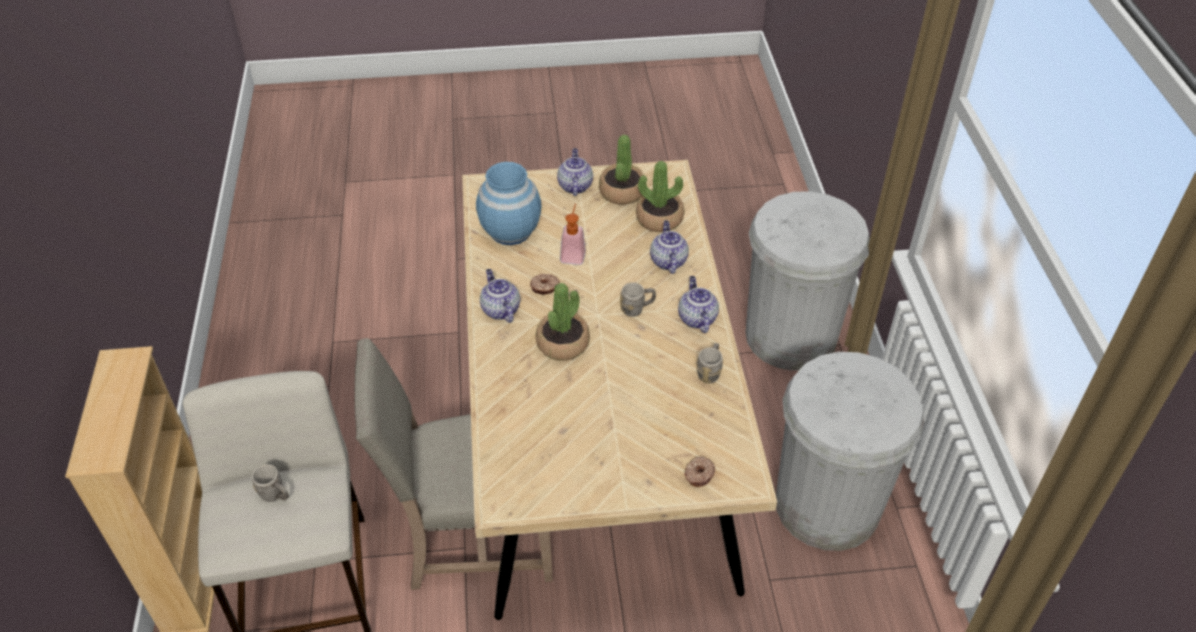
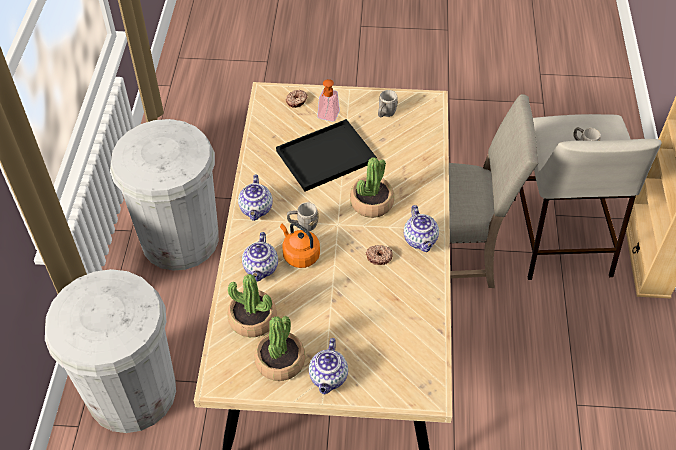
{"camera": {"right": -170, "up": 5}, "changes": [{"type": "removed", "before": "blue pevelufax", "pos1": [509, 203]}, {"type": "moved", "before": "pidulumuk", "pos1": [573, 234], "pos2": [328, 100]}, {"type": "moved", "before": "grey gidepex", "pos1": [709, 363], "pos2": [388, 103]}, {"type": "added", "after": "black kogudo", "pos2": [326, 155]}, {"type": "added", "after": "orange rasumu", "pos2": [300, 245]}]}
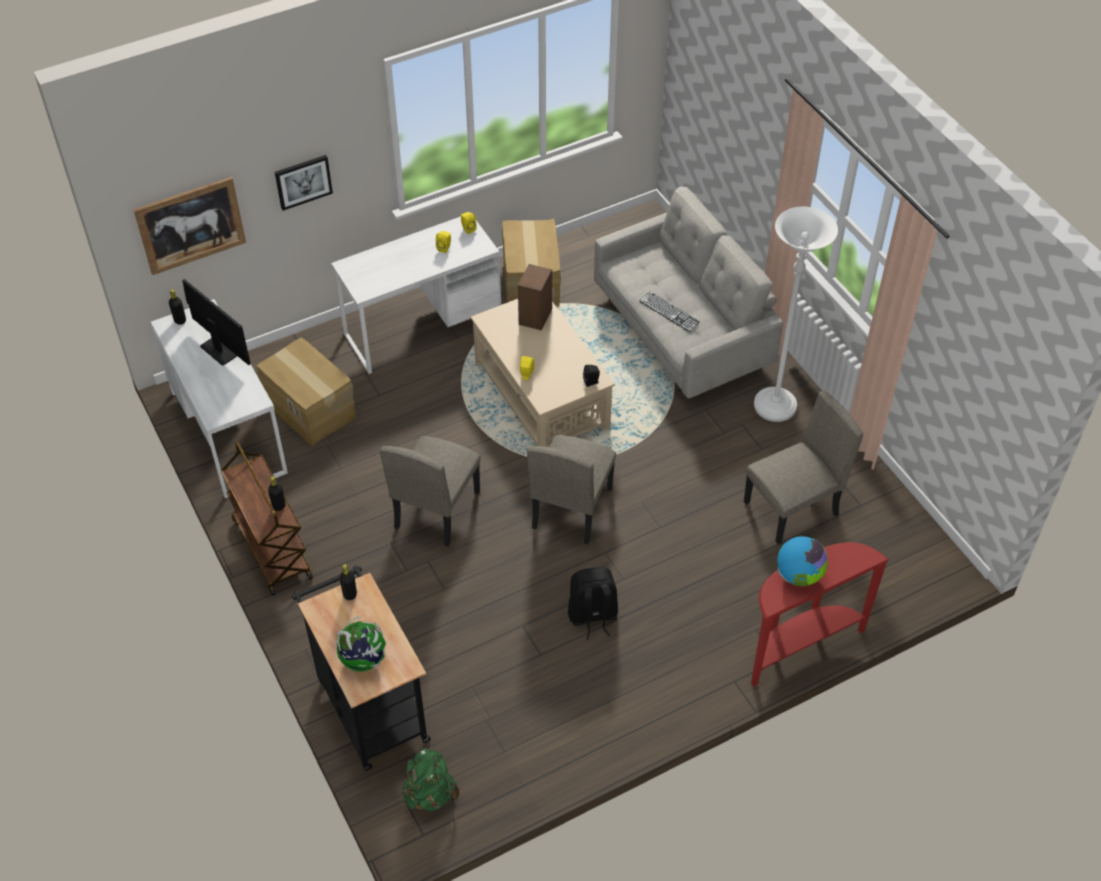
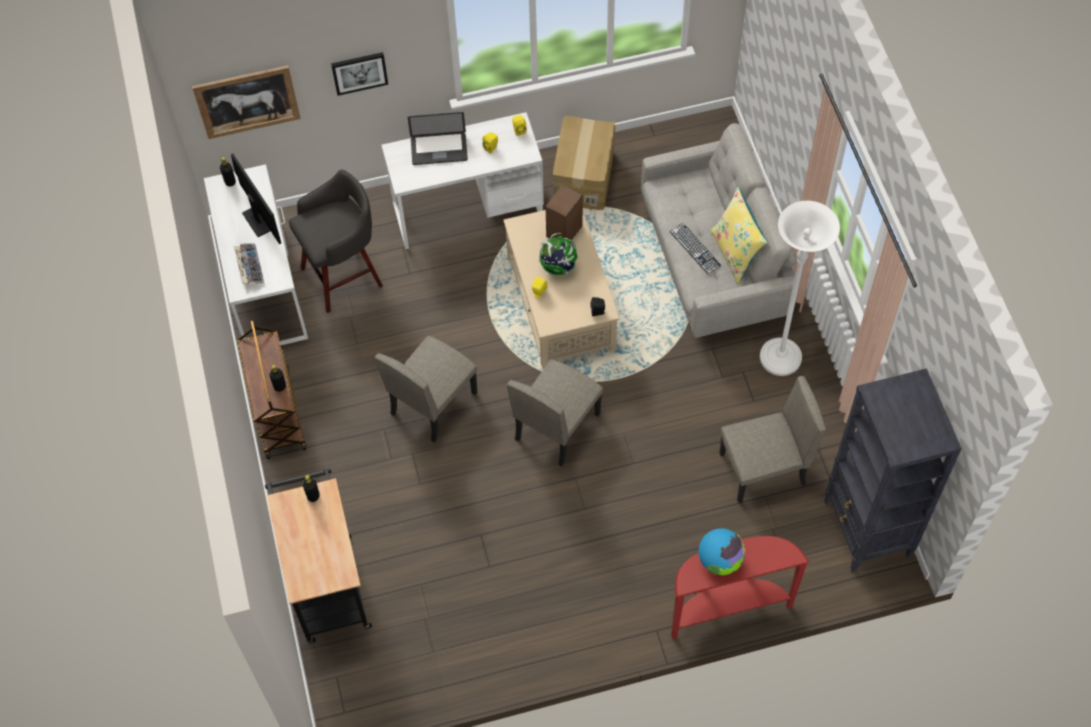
{"camera": {"right": 15, "up": 10}, "changes": [{"type": "replaced", "before": "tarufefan", "after": "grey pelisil", "pos1": [306, 391], "pos2": [336, 241]}, {"type": "moved", "before": "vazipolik", "pos1": [361, 644], "pos2": [558, 254]}, {"type": "removed", "before": "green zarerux", "pos1": [430, 780]}, {"type": "removed", "before": "black zarerux", "pos1": [593, 603]}, {"type": "added", "after": "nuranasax", "pos2": [249, 264]}, {"type": "added", "after": "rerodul", "pos2": [438, 138]}, {"type": "added", "after": "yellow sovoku", "pos2": [739, 236]}, {"type": "added", "after": "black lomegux", "pos2": [893, 470]}]}
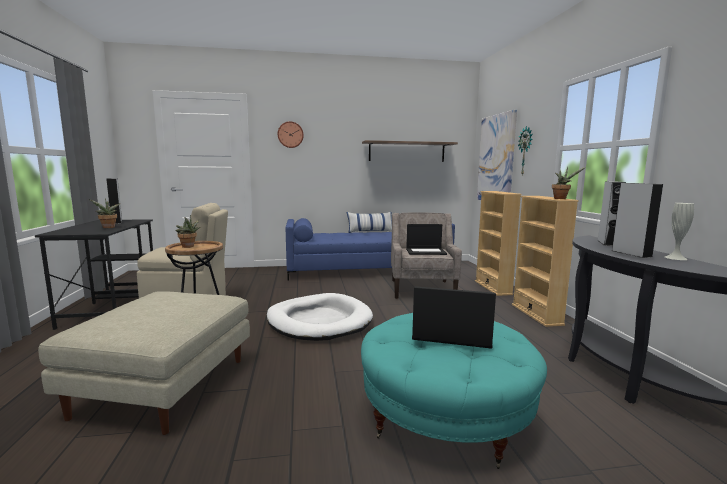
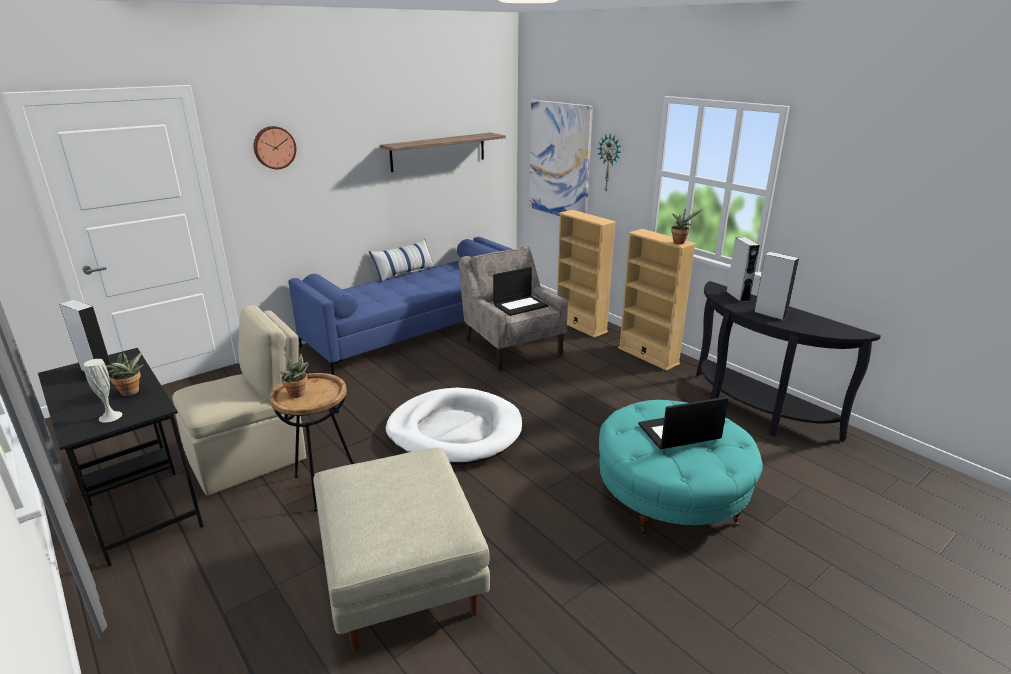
{"camera": {"right": -30, "up": 15}, "changes": [{"type": "moved", "before": "white pevelufax", "pos1": [679, 231], "pos2": [103, 390]}]}
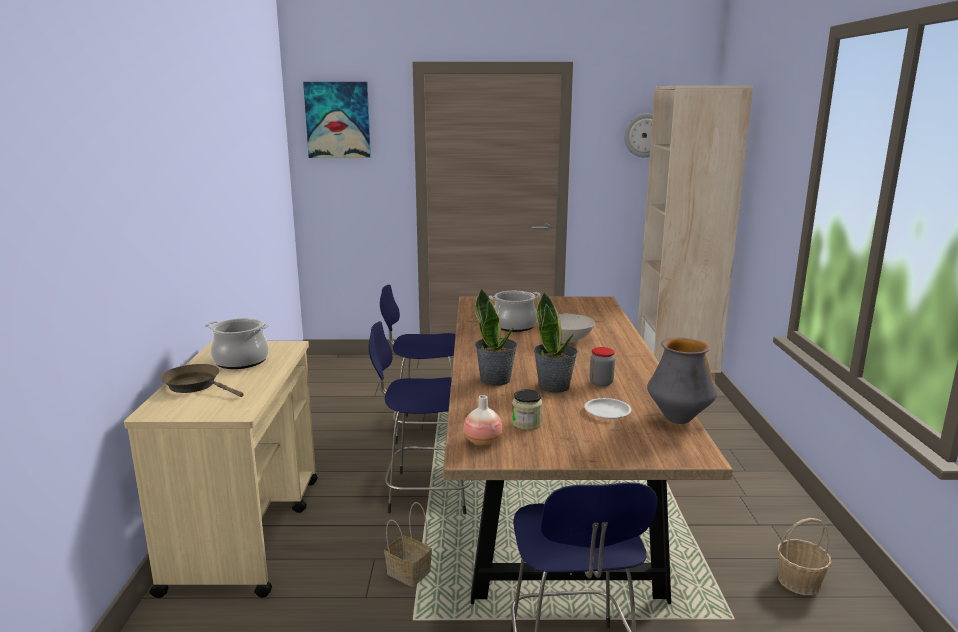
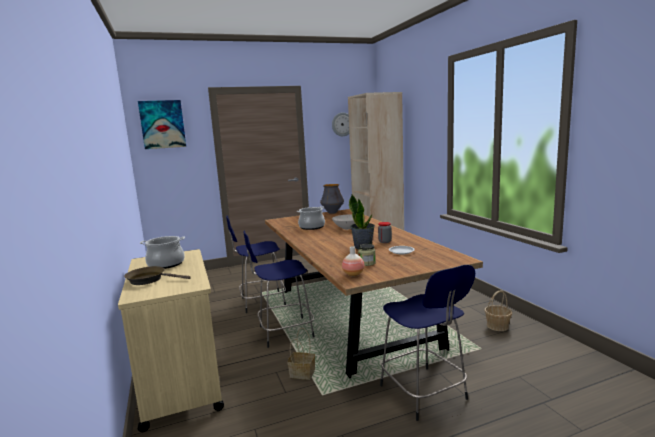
{"camera": {"right": -20, "up": -5}, "changes": [{"type": "removed", "before": "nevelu", "pos1": [496, 337]}, {"type": "moved", "before": "pevelufax", "pos1": [682, 381], "pos2": [332, 199]}]}
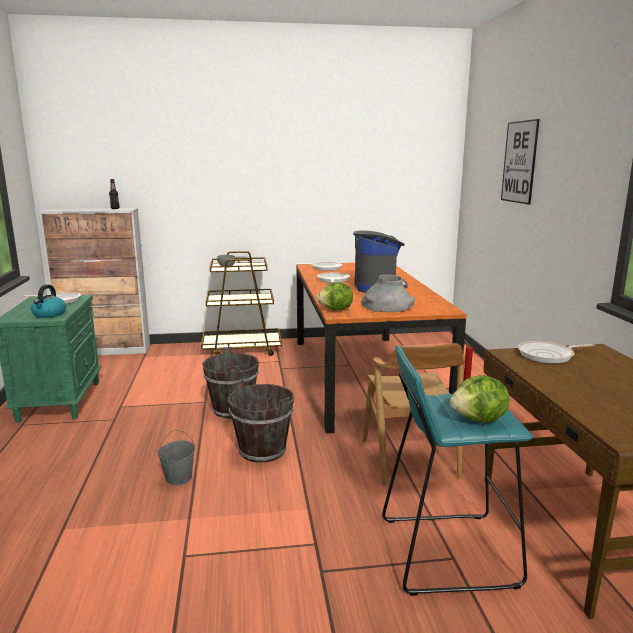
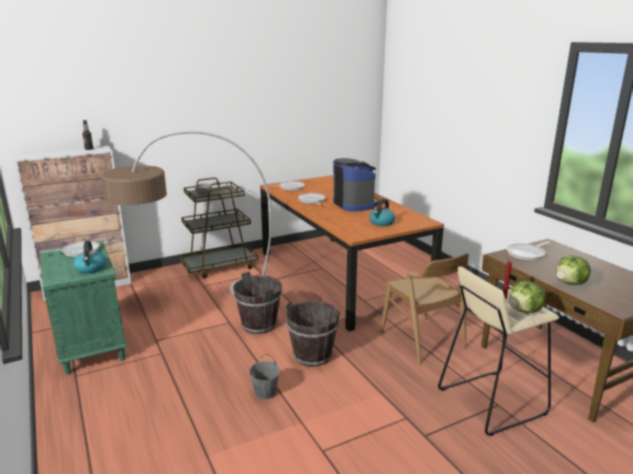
{"camera": {"right": -20, "up": 5}, "changes": [{"type": "moved", "before": "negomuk", "pos1": [335, 296], "pos2": [573, 270]}, {"type": "replaced", "before": "grey pevelufax", "after": "rasumu", "pos1": [388, 293], "pos2": [382, 212]}, {"type": "recoloured", "before": "turquoise pelisil", "after": "beige pelisil", "pos1": [457, 470], "pos2": [498, 351]}, {"type": "removed", "before": "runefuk", "pos1": [520, 162]}, {"type": "added", "after": "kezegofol", "pos2": [186, 213]}]}
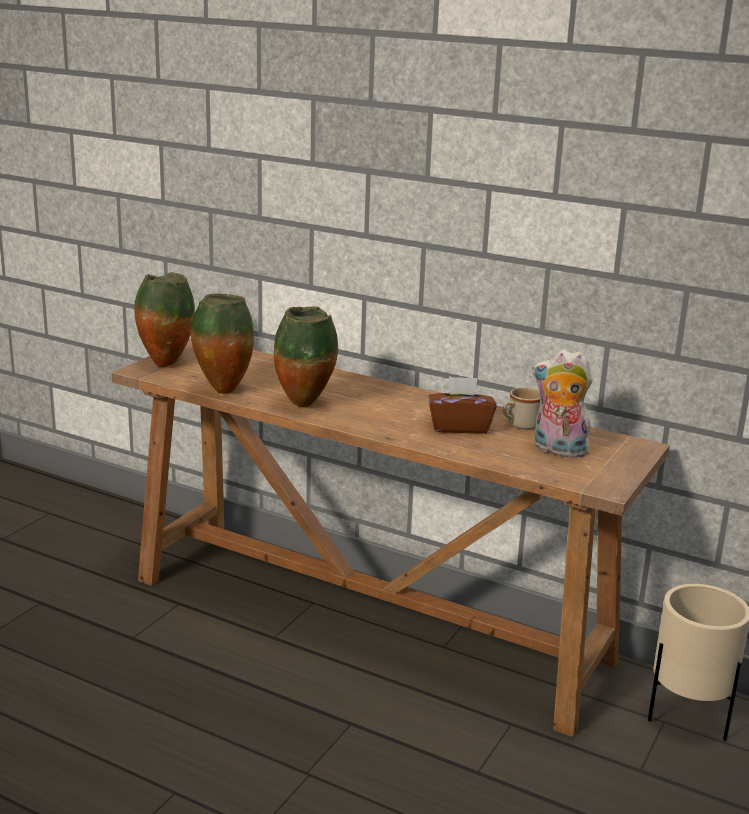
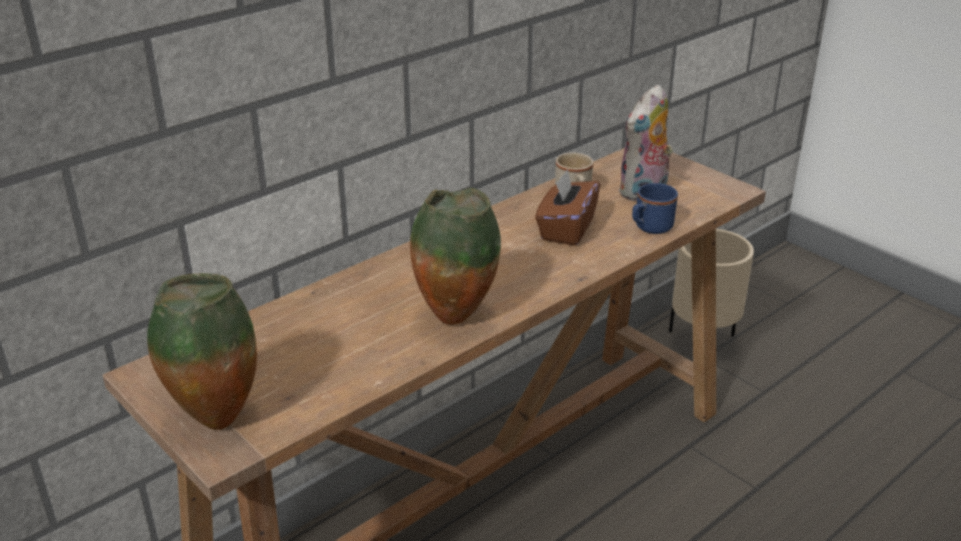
{"camera": {"right": -70, "up": 10}, "changes": [{"type": "removed", "before": "pevelufax", "pos1": [222, 344]}, {"type": "added", "after": "blue gidepex", "pos2": [655, 208]}]}
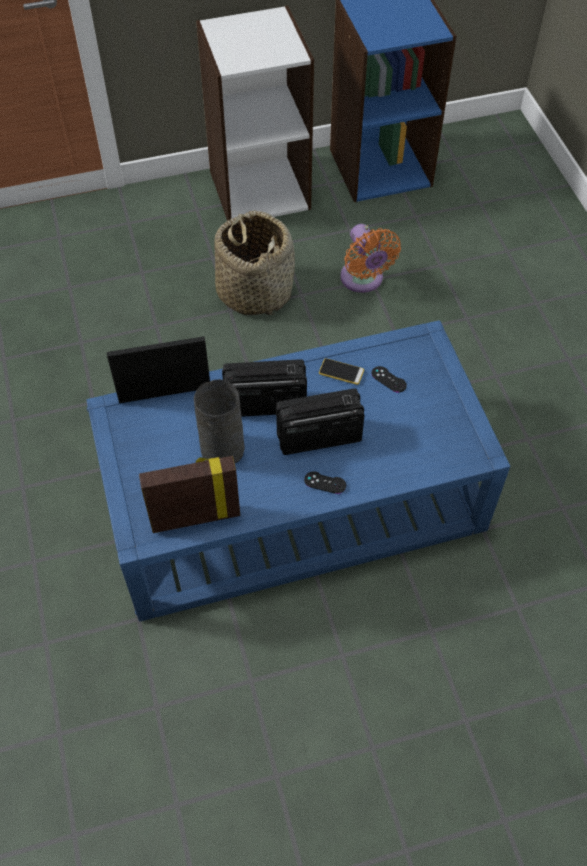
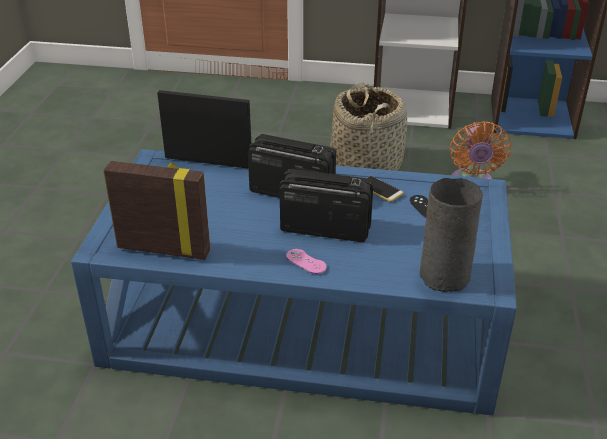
{"camera": {"right": 25, "up": -20}, "changes": [{"type": "moved", "before": "grey pevelufax", "pos1": [219, 421], "pos2": [451, 235]}, {"type": "recoloured", "before": "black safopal", "after": "pink safopal", "pos1": [325, 482], "pos2": [306, 261]}]}
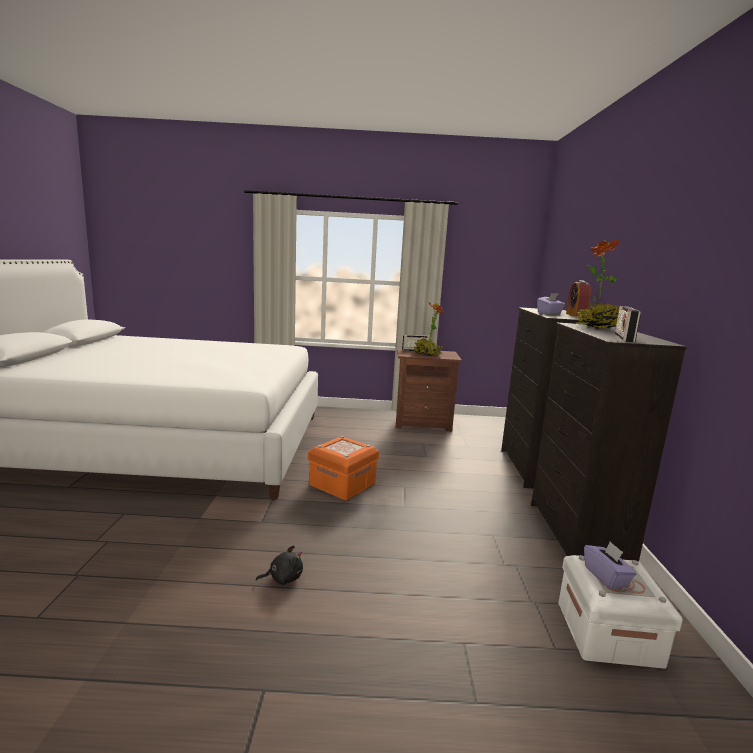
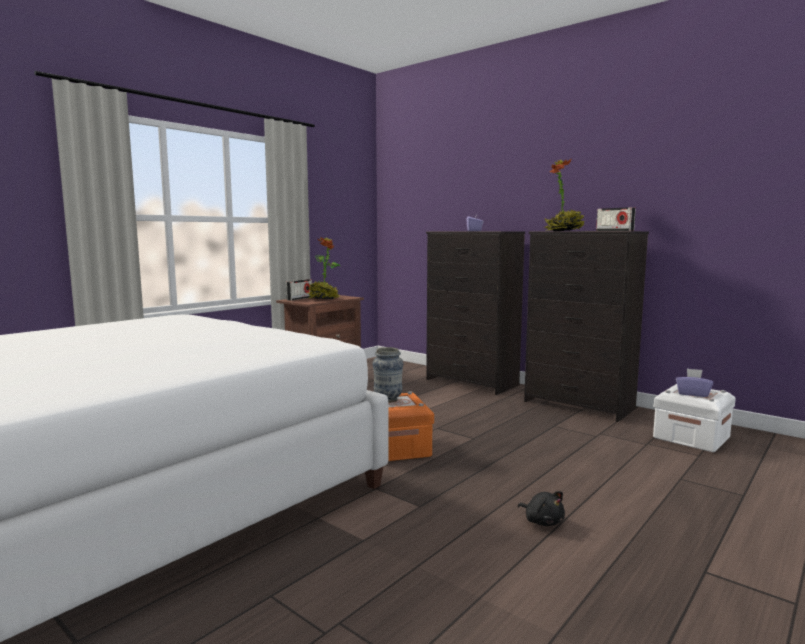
{"camera": {"right": -50, "up": -5}, "changes": [{"type": "turned", "before": "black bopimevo", "pos1": [279, 565], "pos2": [541, 508], "turn": 120}, {"type": "removed", "before": "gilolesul", "pos1": [578, 298]}, {"type": "added", "after": "pevelufax", "pos2": [387, 375]}]}
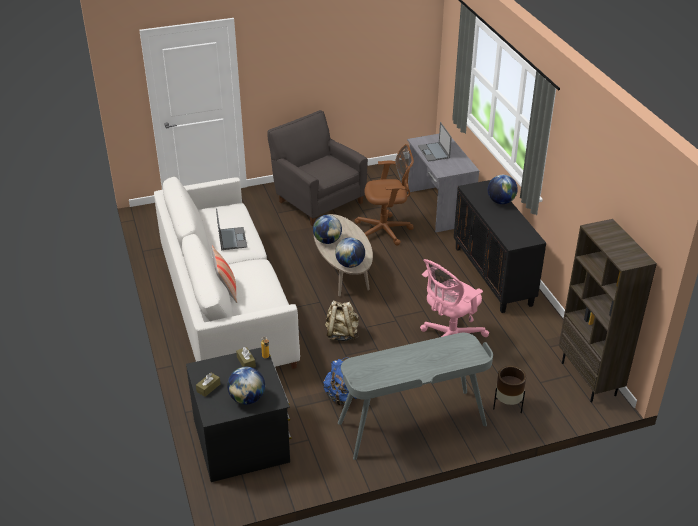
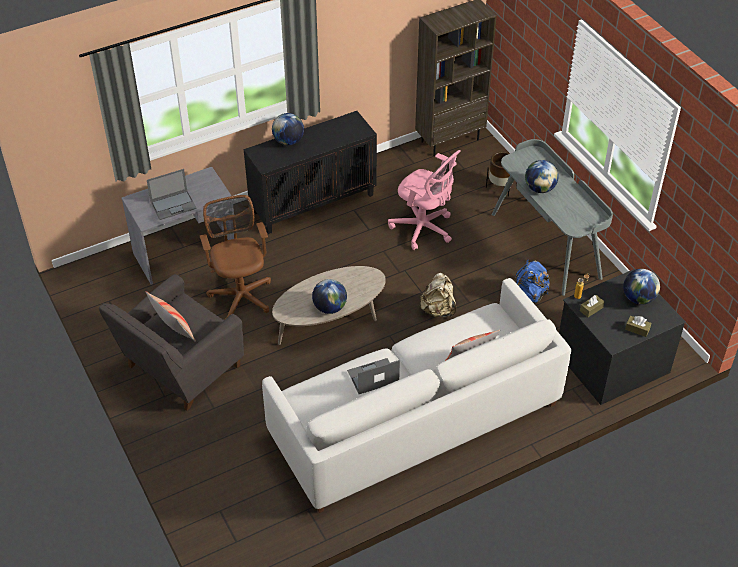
{"camera": {"right": -100, "up": 10}, "changes": [{"type": "moved", "before": "vazipolik", "pos1": [350, 253], "pos2": [542, 176]}, {"type": "added", "after": "sovoku", "pos2": [171, 316]}]}
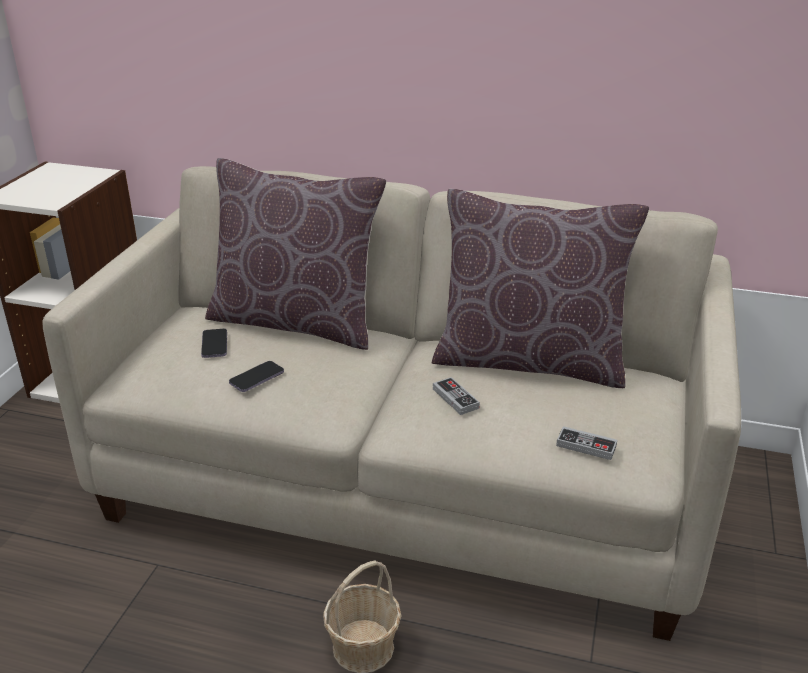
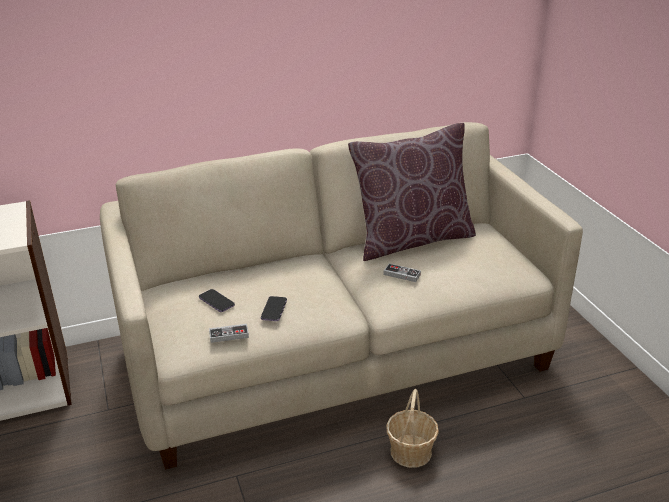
{"camera": {"right": -35, "up": 0}, "changes": [{"type": "removed", "before": "brown sovoku", "pos1": [295, 254]}, {"type": "moved", "before": "safopal", "pos1": [586, 443], "pos2": [229, 333]}]}
